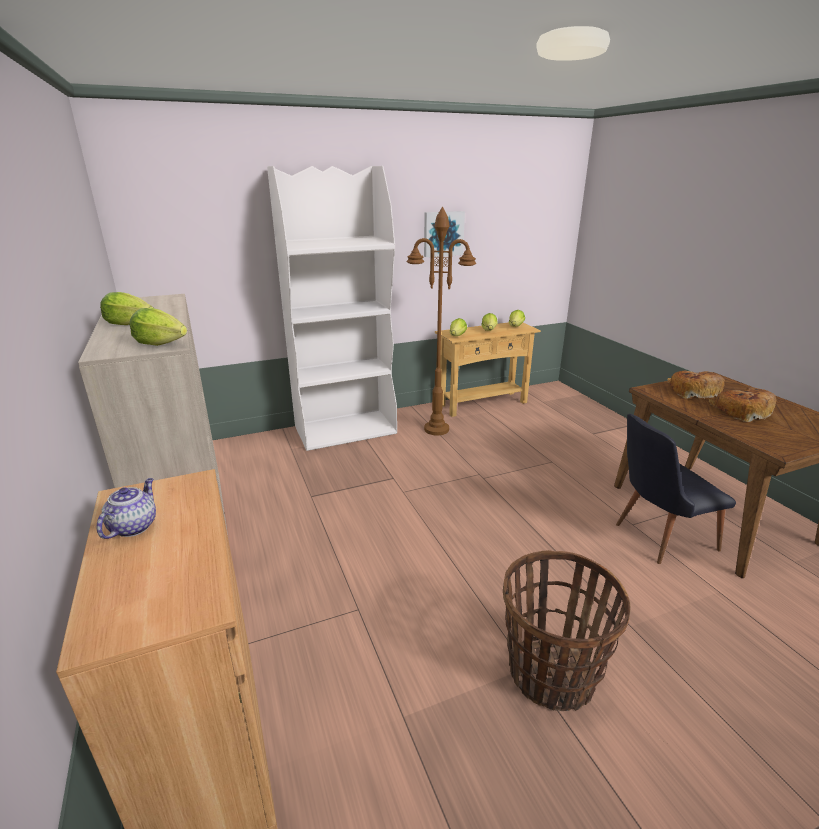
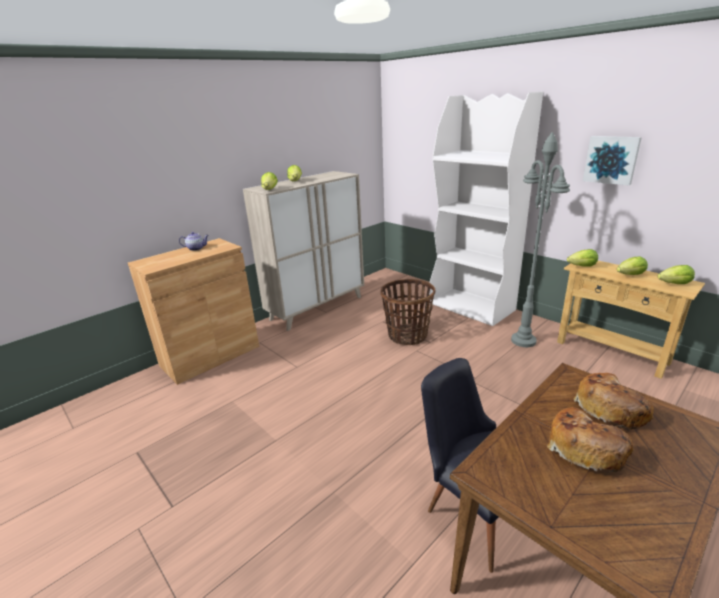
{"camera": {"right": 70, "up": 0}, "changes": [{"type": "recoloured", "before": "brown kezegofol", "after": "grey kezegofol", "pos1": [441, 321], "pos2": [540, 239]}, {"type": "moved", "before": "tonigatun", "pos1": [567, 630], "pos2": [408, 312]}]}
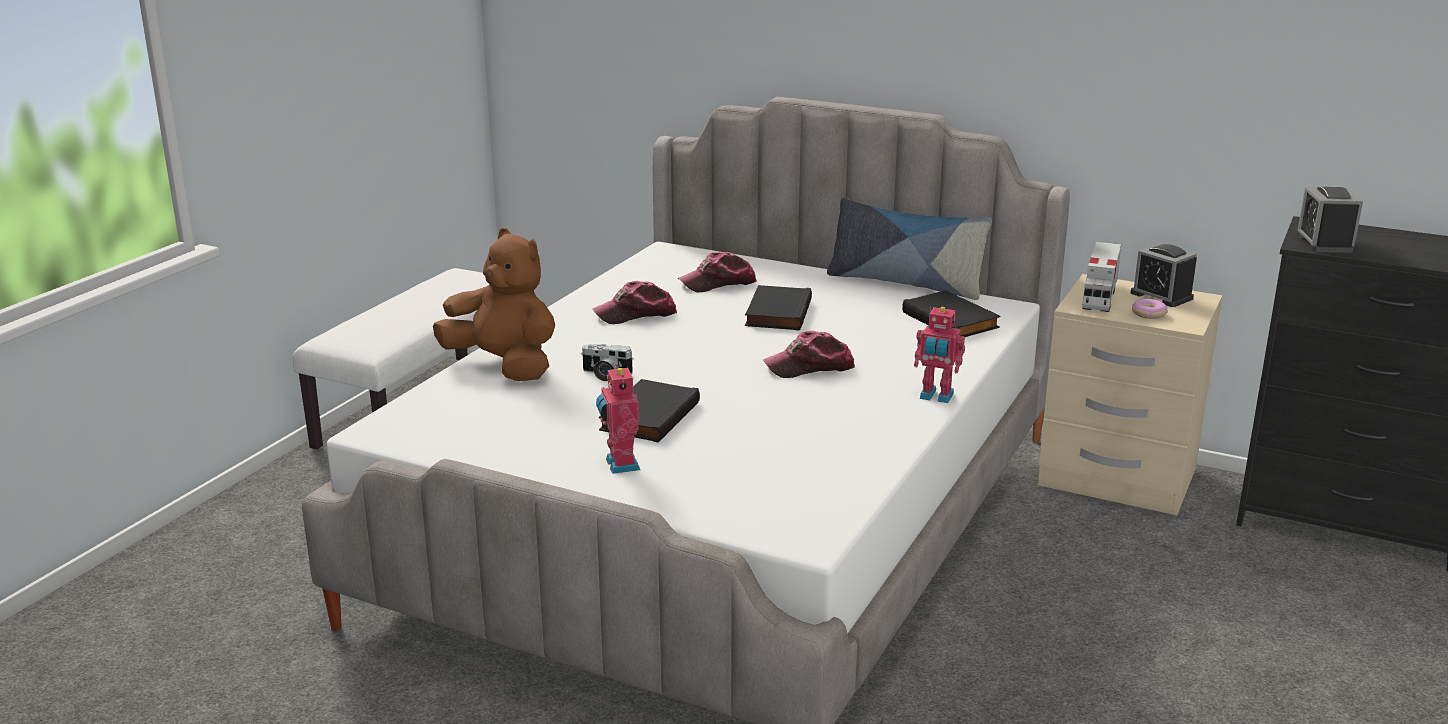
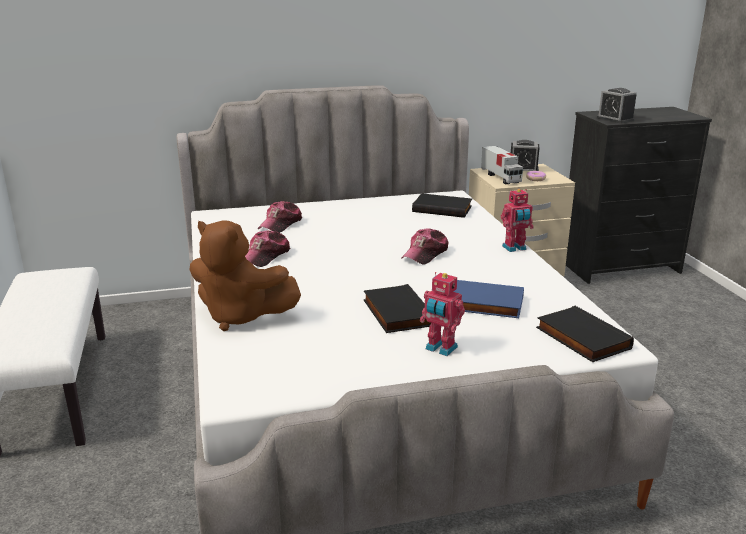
{"camera": {"right": -40, "up": 0}, "changes": [{"type": "turned", "before": "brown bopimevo", "pos1": [494, 304], "pos2": [245, 275], "turn": -150}, {"type": "removed", "before": "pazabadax", "pos1": [608, 362]}, {"type": "moved", "before": "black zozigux", "pos1": [778, 308], "pos2": [585, 334]}, {"type": "removed", "before": "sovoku", "pos1": [909, 249]}, {"type": "added", "after": "blue zozigux", "pos2": [489, 299]}]}
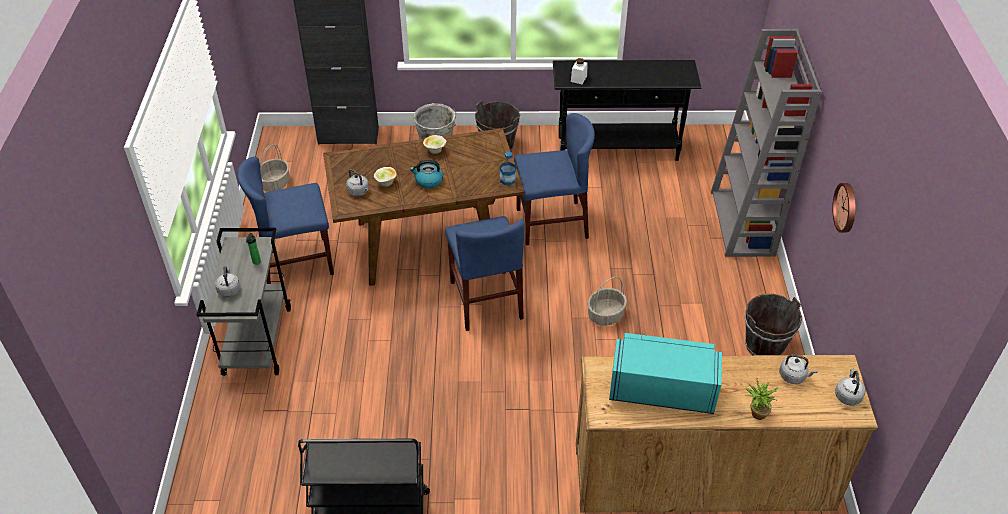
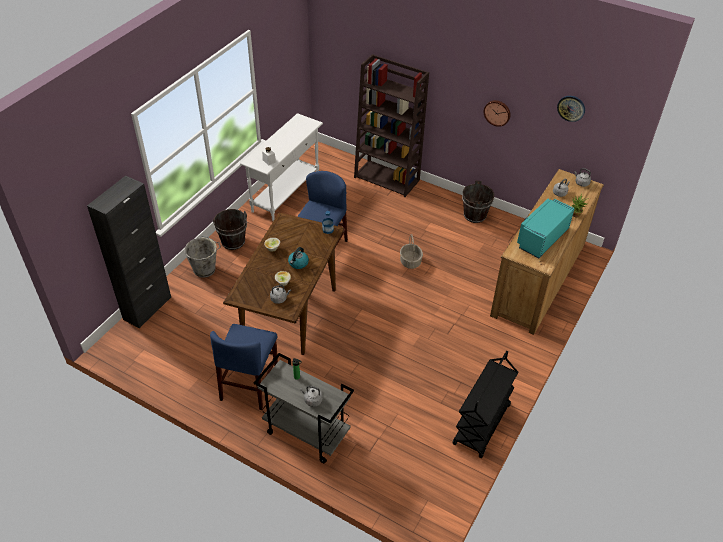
{"camera": {"right": -60, "up": 0}, "changes": [{"type": "removed", "before": "tonigatun", "pos1": [275, 168]}, {"type": "removed", "before": "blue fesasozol", "pos1": [485, 273]}, {"type": "recoloured", "before": "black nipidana", "after": "white nipidana", "pos1": [627, 110], "pos2": [281, 167]}, {"type": "recoloured", "before": "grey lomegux", "after": "brown lomegux", "pos1": [766, 143], "pos2": [391, 125]}, {"type": "added", "after": "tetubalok", "pos2": [571, 109]}]}
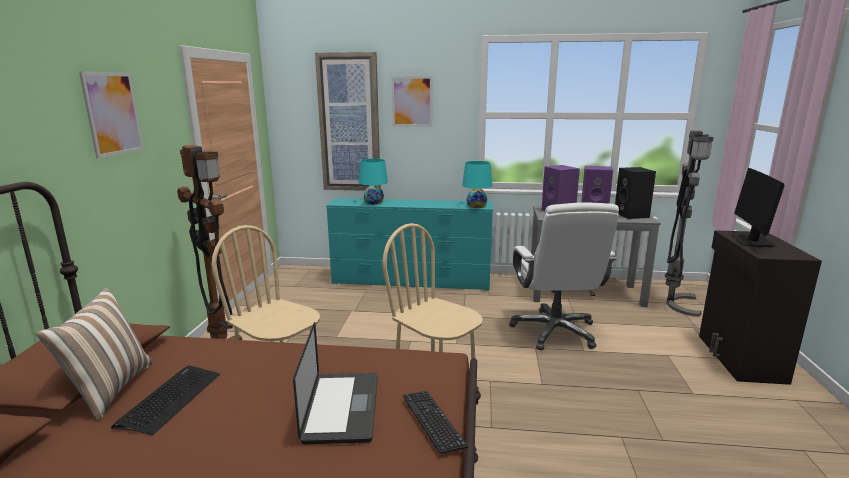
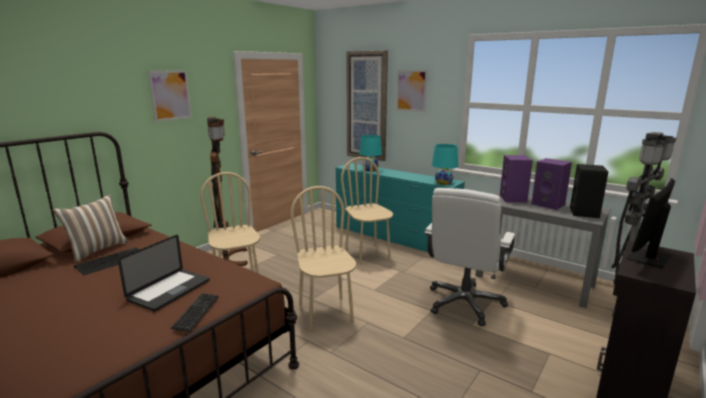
{"camera": {"right": 30, "up": 0}, "changes": [{"type": "added", "after": "beige fesasozol", "pos2": [367, 210]}]}
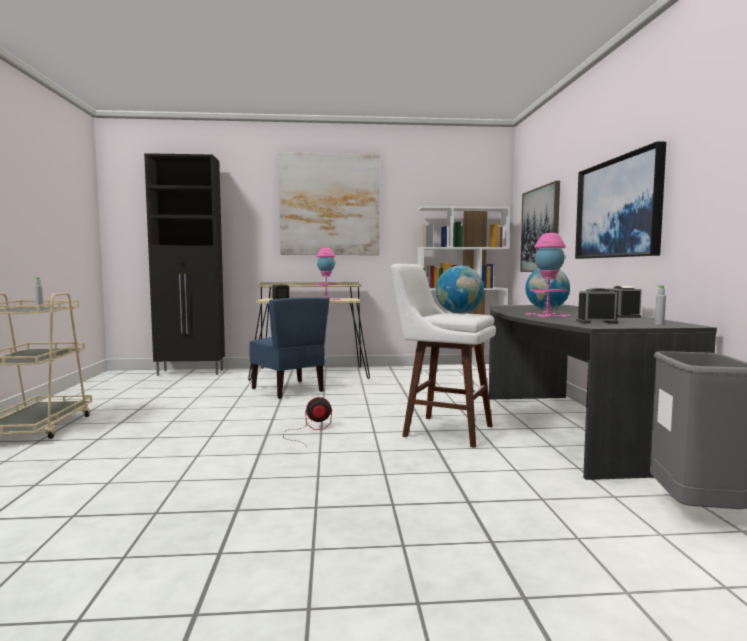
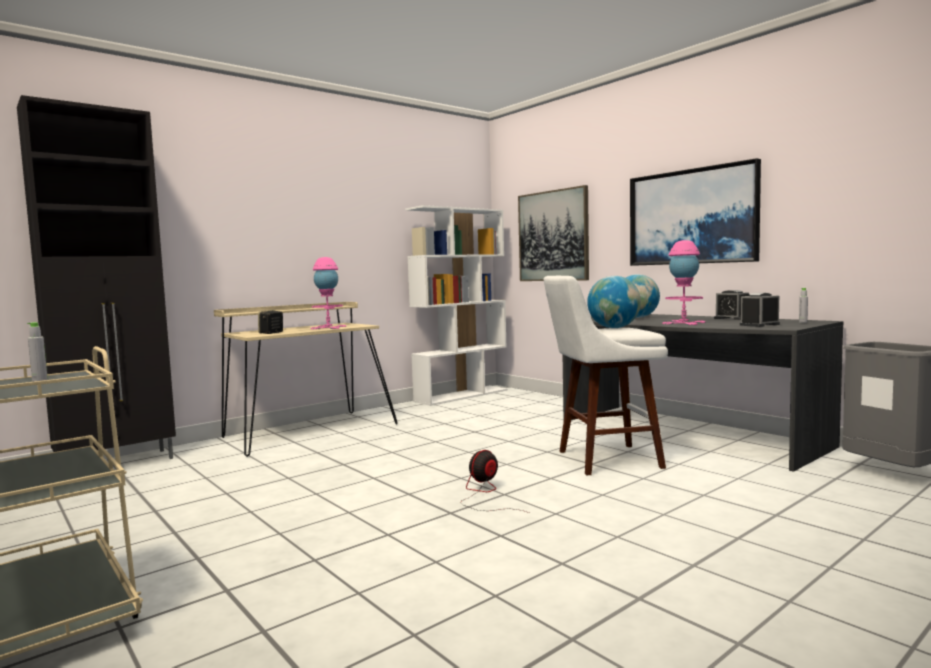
{"camera": {"right": -35, "up": 0}, "changes": [{"type": "removed", "before": "blue fesasozol", "pos1": [289, 348]}, {"type": "removed", "before": "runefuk", "pos1": [329, 203]}]}
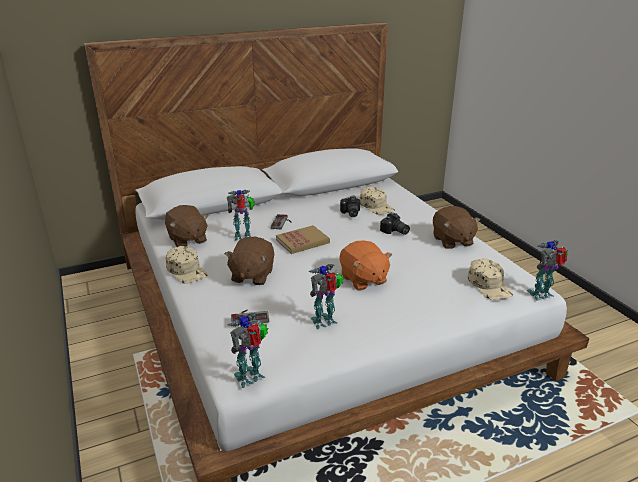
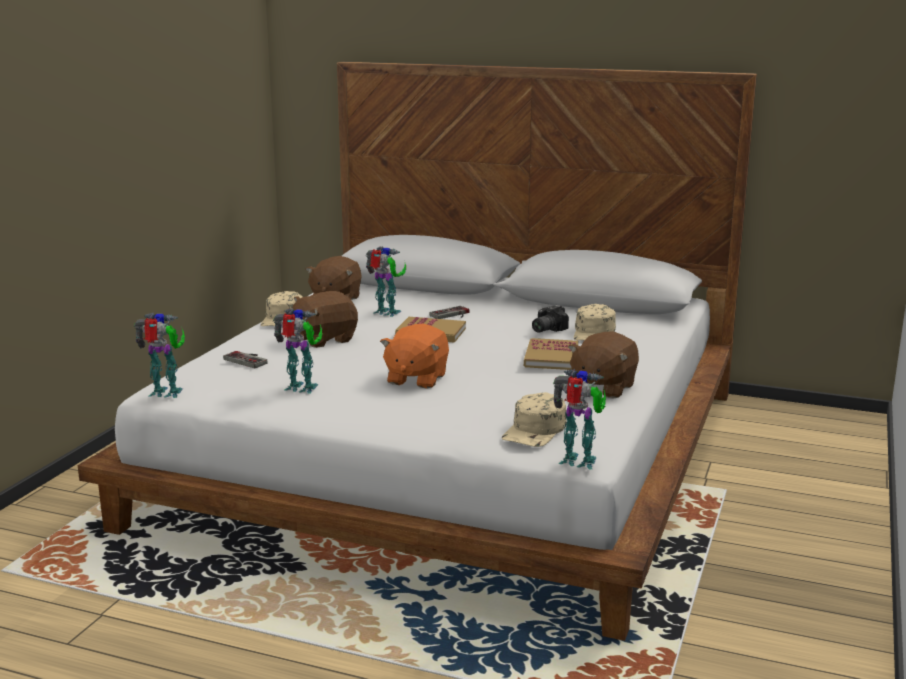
{"camera": {"right": 45, "up": -10}, "changes": [{"type": "replaced", "before": "pazabadax", "after": "zozigux", "pos1": [395, 223], "pos2": [551, 354]}]}
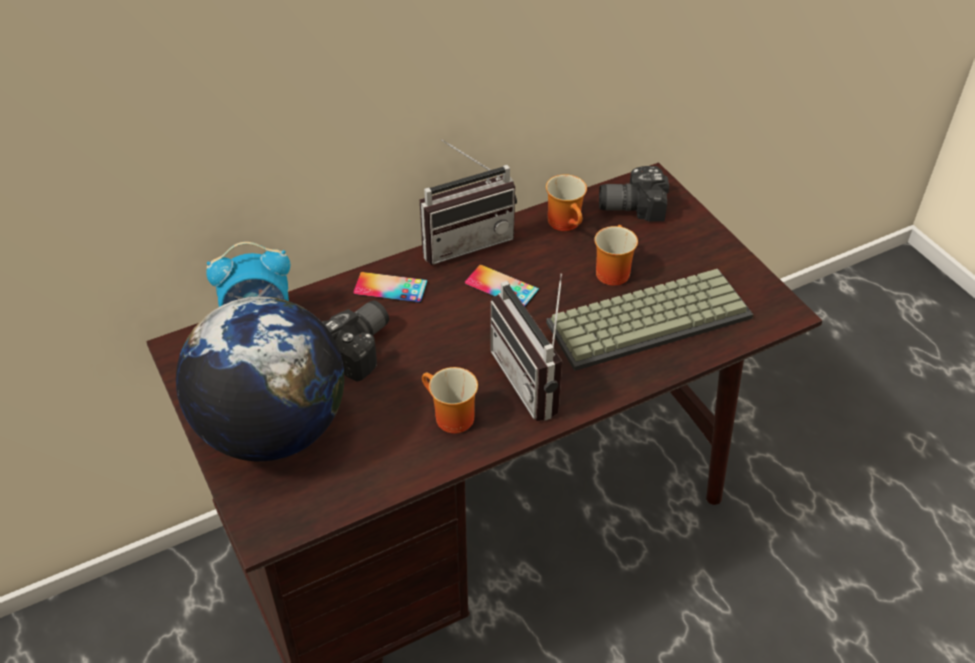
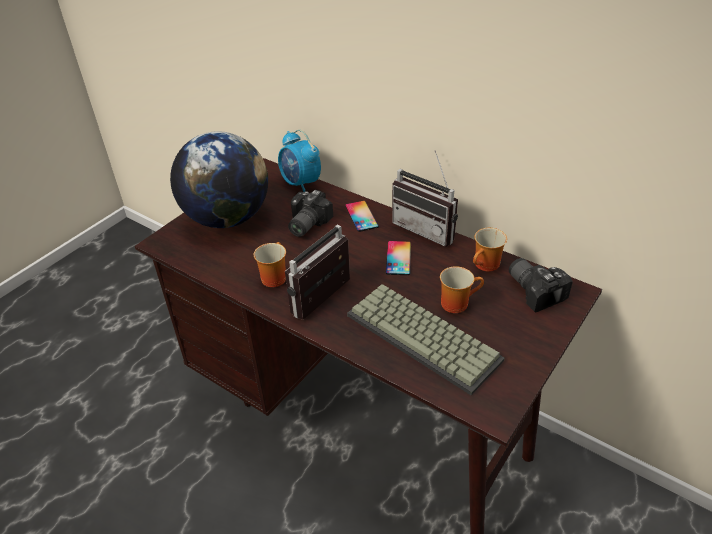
{"camera": {"right": 65, "up": -5}, "changes": [{"type": "turned", "before": "pazabadax", "pos1": [355, 340], "pos2": [310, 213], "turn": 105}]}
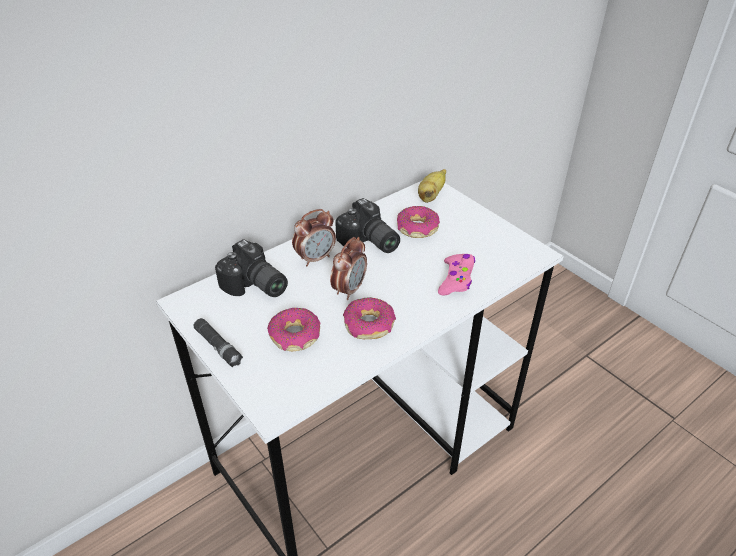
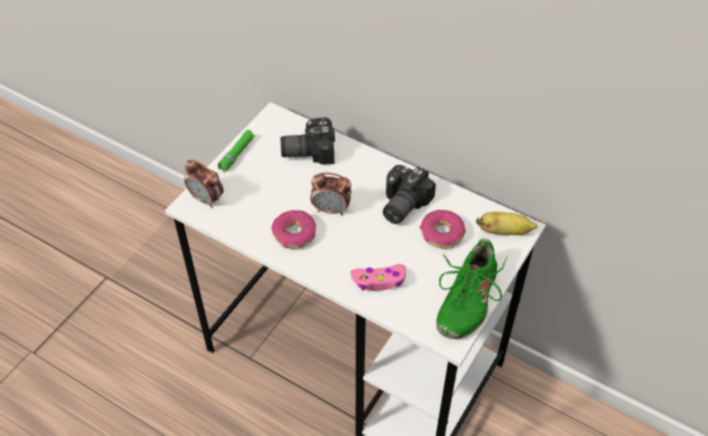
{"camera": {"right": 70, "up": 10}, "changes": [{"type": "recoloured", "before": "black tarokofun", "after": "green tarokofun", "pos1": [218, 342], "pos2": [236, 151]}, {"type": "turned", "before": "pazabadax", "pos1": [251, 268], "pos2": [308, 141], "turn": 60}, {"type": "removed", "before": "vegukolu", "pos1": [293, 329]}, {"type": "moved", "before": "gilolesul", "pos1": [314, 237], "pos2": [204, 184]}, {"type": "added", "after": "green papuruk", "pos2": [471, 289]}]}
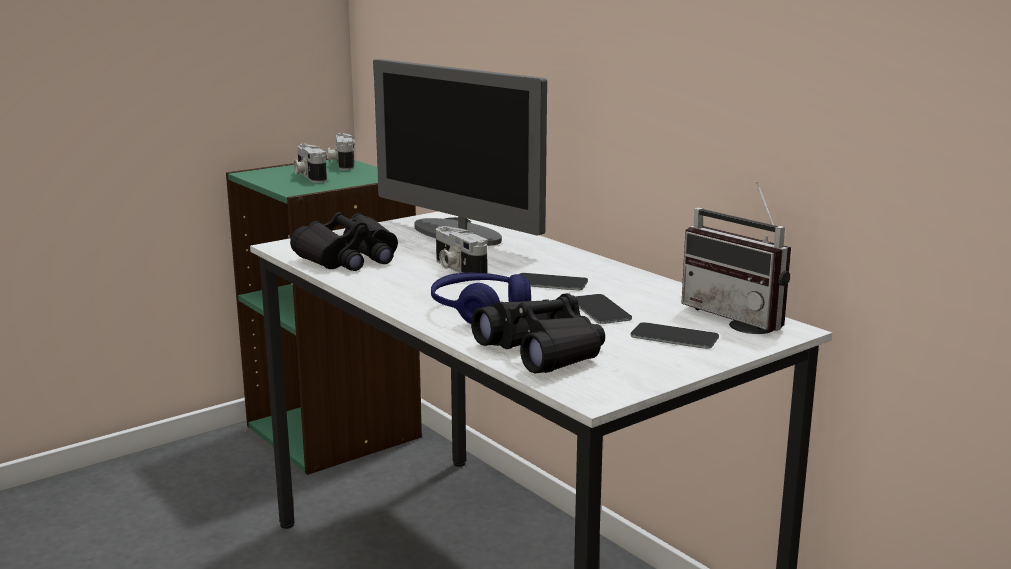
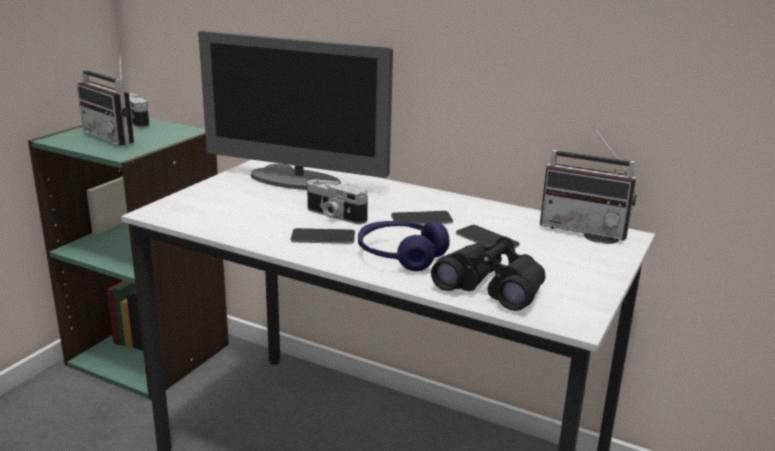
{"camera": {"right": -25, "up": 5}, "changes": [{"type": "removed", "before": "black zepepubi", "pos1": [344, 241]}, {"type": "replaced", "before": "pazabadax", "after": "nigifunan", "pos1": [310, 163], "pos2": [105, 99]}, {"type": "moved", "before": "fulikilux", "pos1": [675, 335], "pos2": [323, 236]}]}
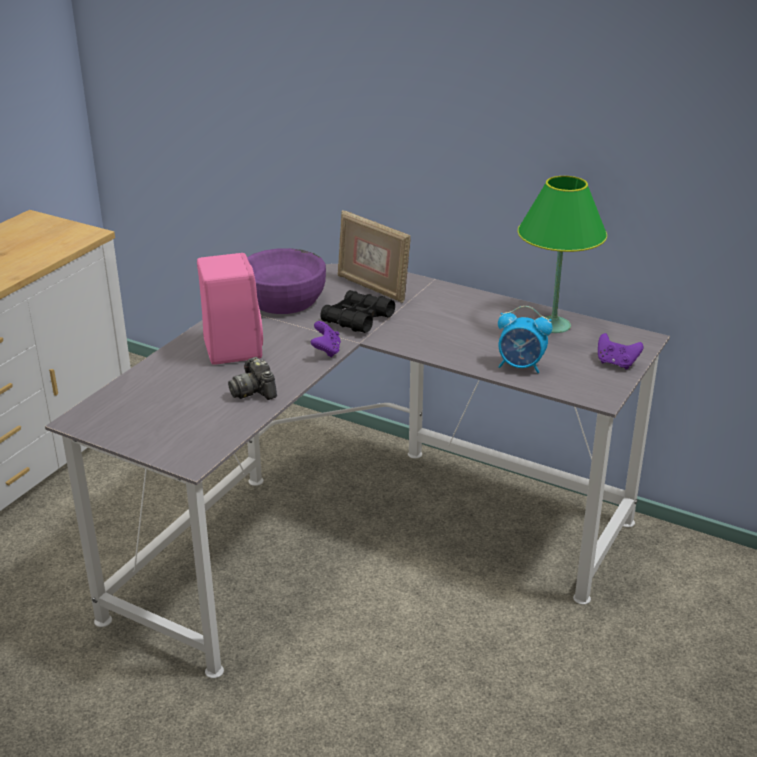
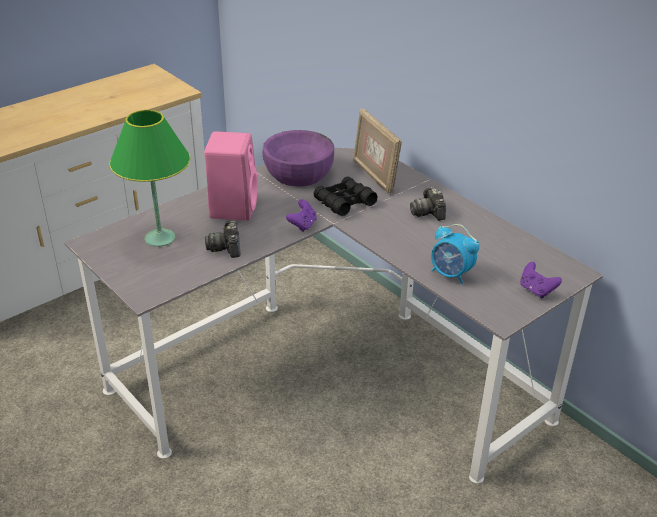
{"camera": {"right": 20, "up": 5}, "changes": [{"type": "moved", "before": "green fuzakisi", "pos1": [562, 254], "pos2": [149, 178]}, {"type": "added", "after": "pazabadax", "pos2": [428, 203]}]}
